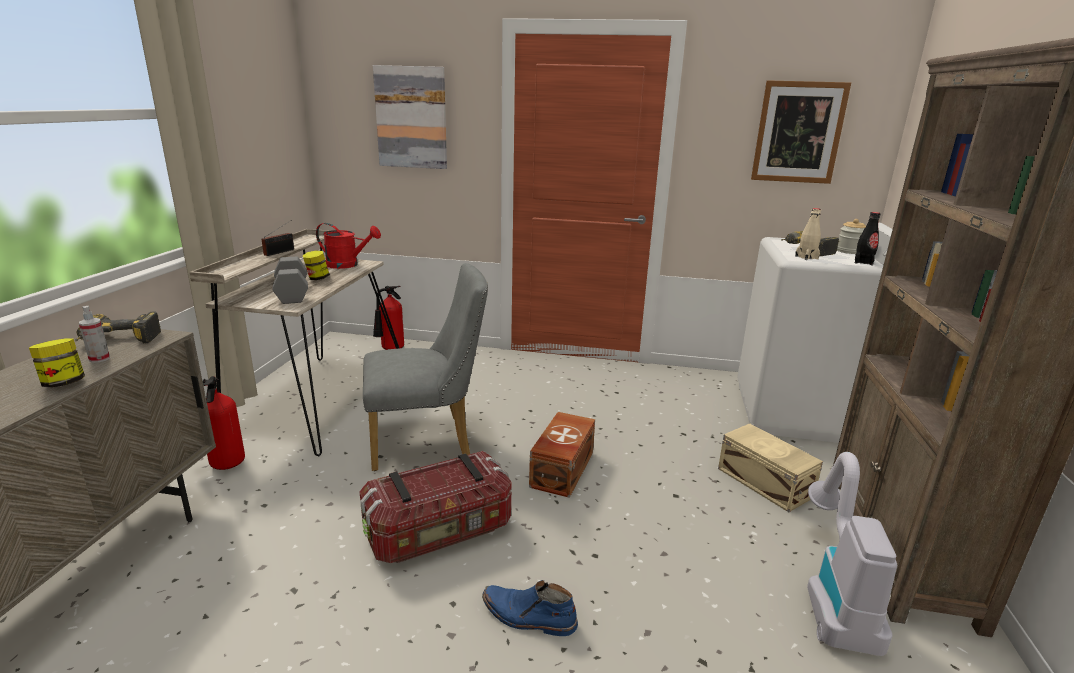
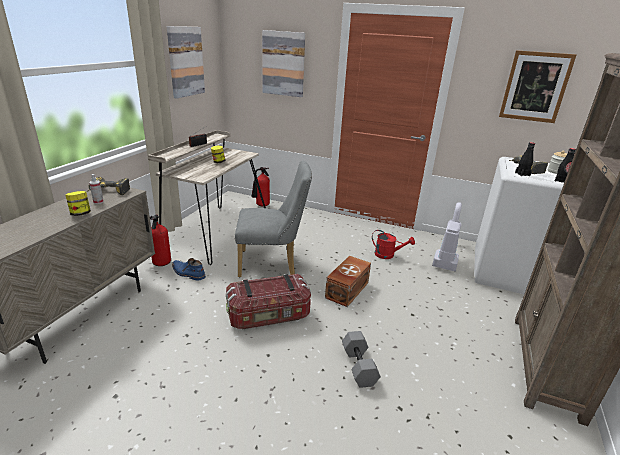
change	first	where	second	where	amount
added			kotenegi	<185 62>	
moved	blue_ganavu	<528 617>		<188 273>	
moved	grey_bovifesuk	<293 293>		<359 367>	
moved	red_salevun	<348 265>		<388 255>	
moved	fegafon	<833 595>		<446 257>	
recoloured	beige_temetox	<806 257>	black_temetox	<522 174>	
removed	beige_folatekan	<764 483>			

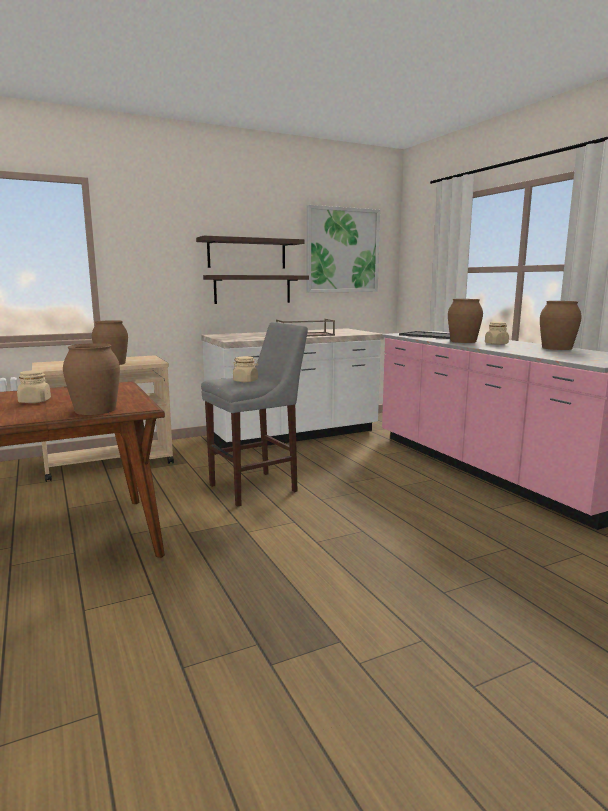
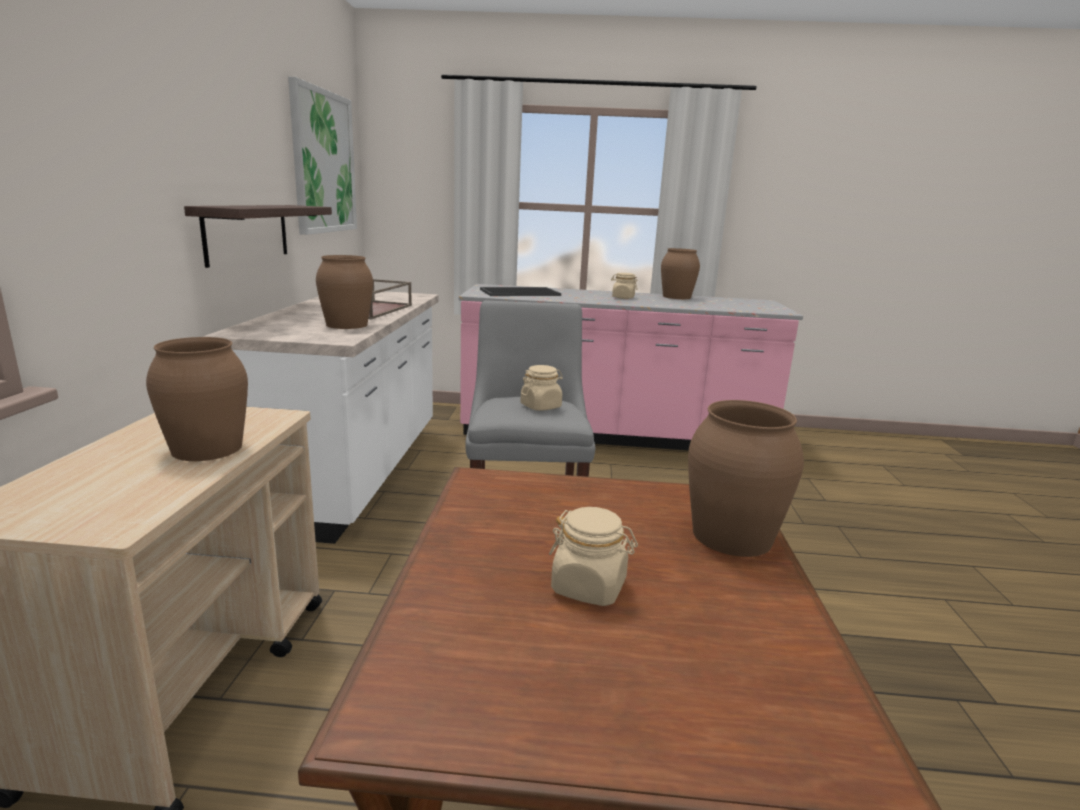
change	first	where	second	where	amount
moved	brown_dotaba	<463 341>		<346 325>	
removed	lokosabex	<247 253>			

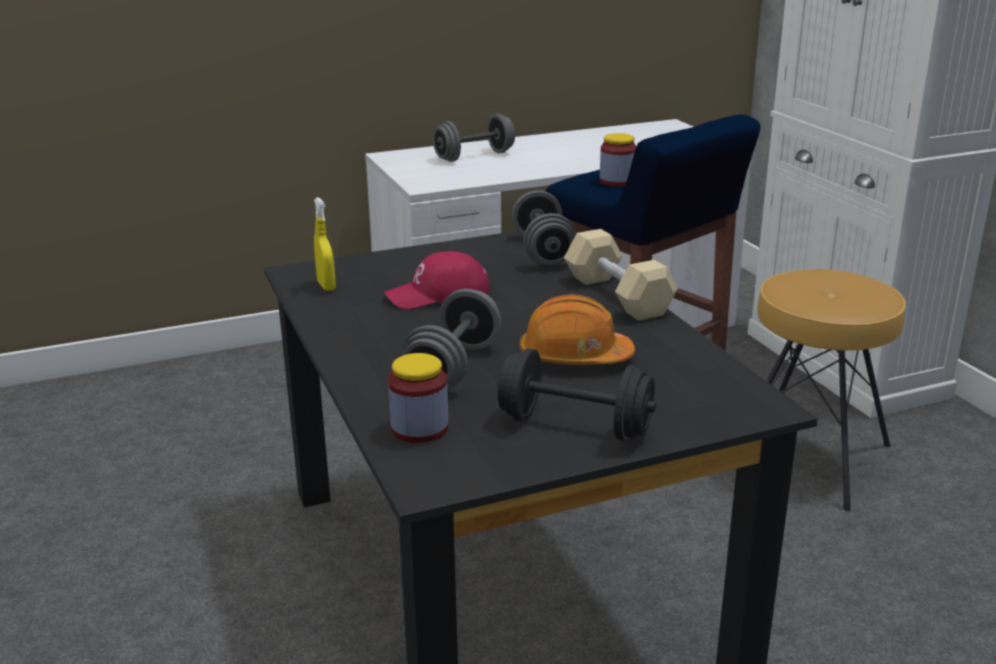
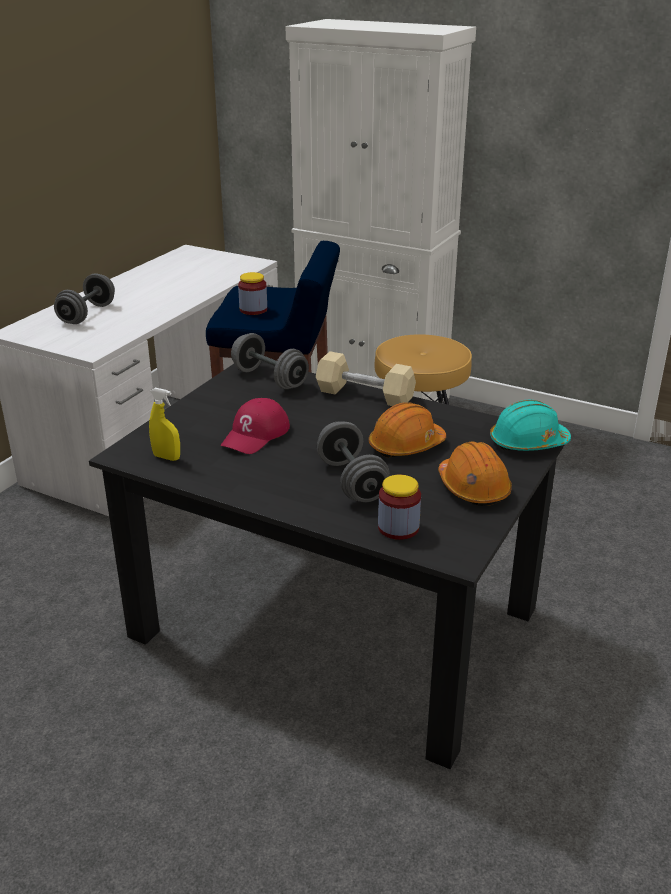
change	first	where	second	where	amount
replaced	black_bovifesuk	<575 426>	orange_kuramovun	<473 488>	
added			turquoise_kuramovun	<528 443>	

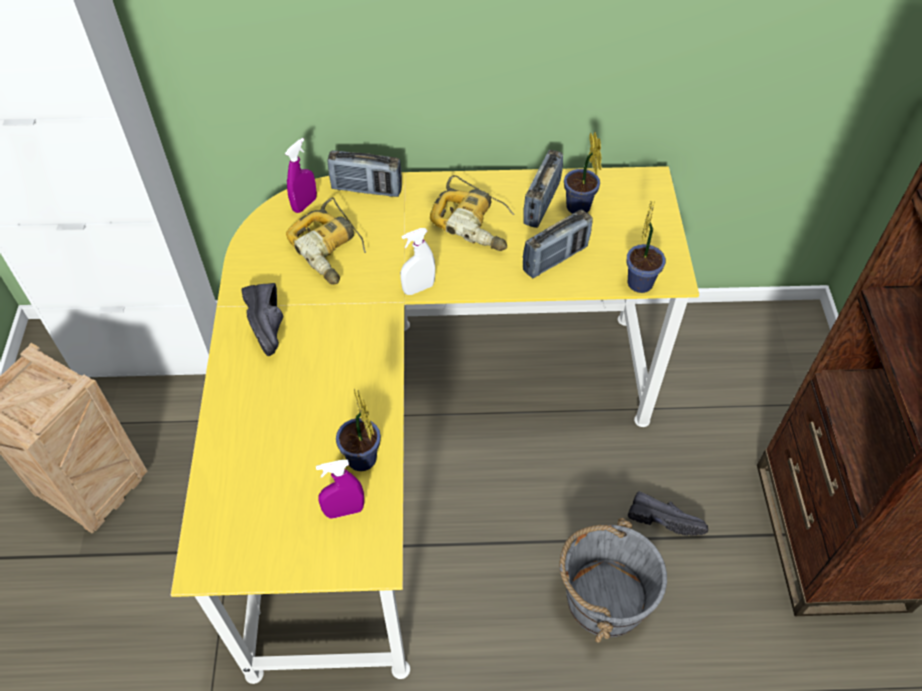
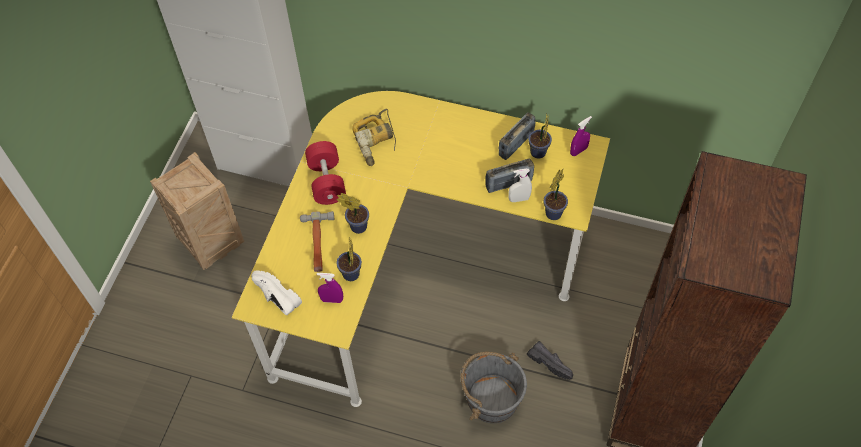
change	first	where	second	where	amount
added			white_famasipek	<274 298>	
added			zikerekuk	<318 244>	
replaced	black_famasipek	<271 325>	red_bovifesuk	<327 181>	
added			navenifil	<356 226>	
moved	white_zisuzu	<418 288>		<519 199>	
moved	purple_zisuzu	<305 204>		<578 151>	
removed	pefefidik	<366 189>			
removed	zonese	<475 222>			

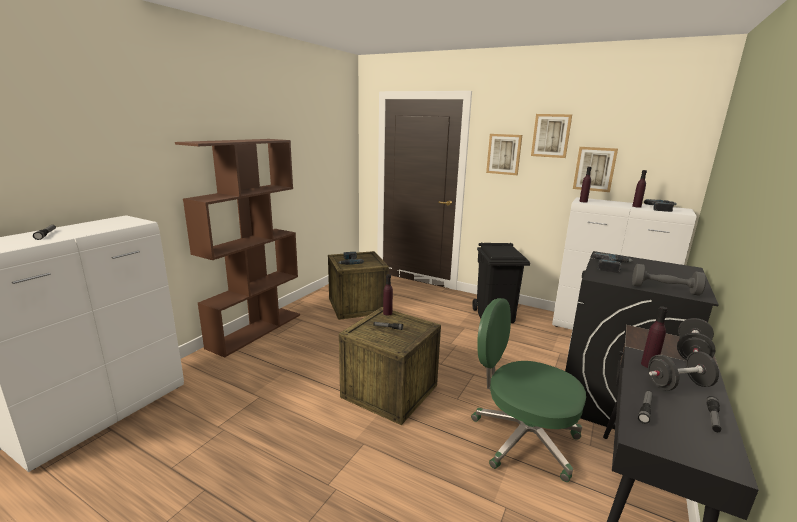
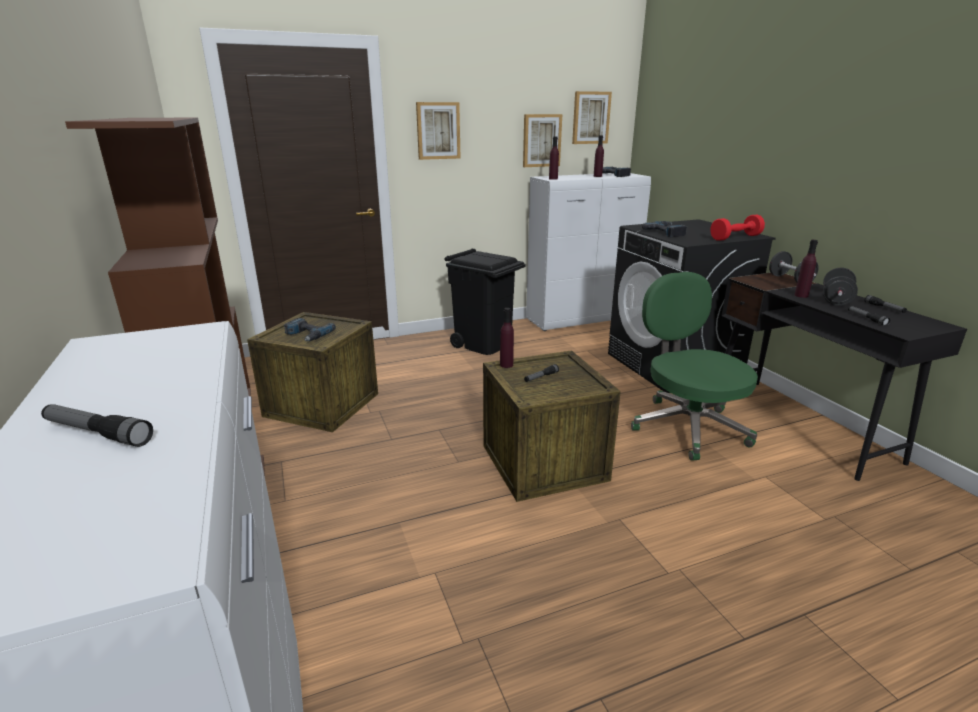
change	first	where	second	where	amount
moved	kotenegi	<551 135>		<590 118>	
turned	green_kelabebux	<522 438>		<687 427>	90 degrees clockwise
recoloured	grey_bovifesuk	<664 289>	red_bovifesuk	<735 238>	

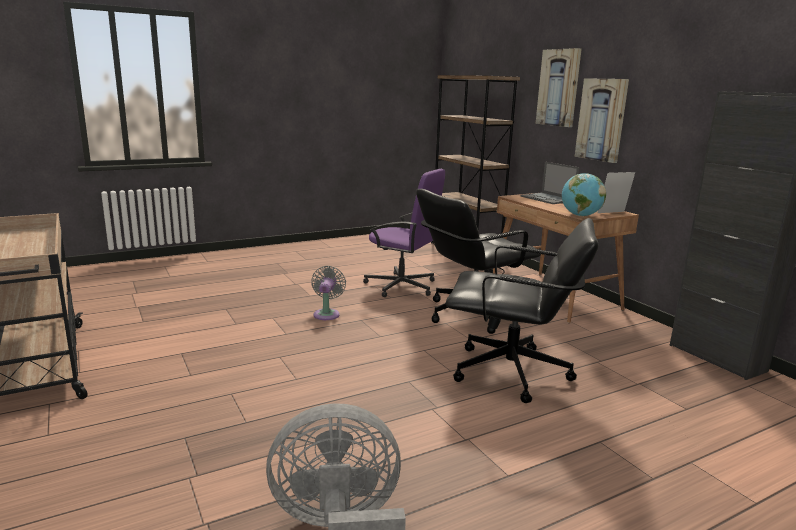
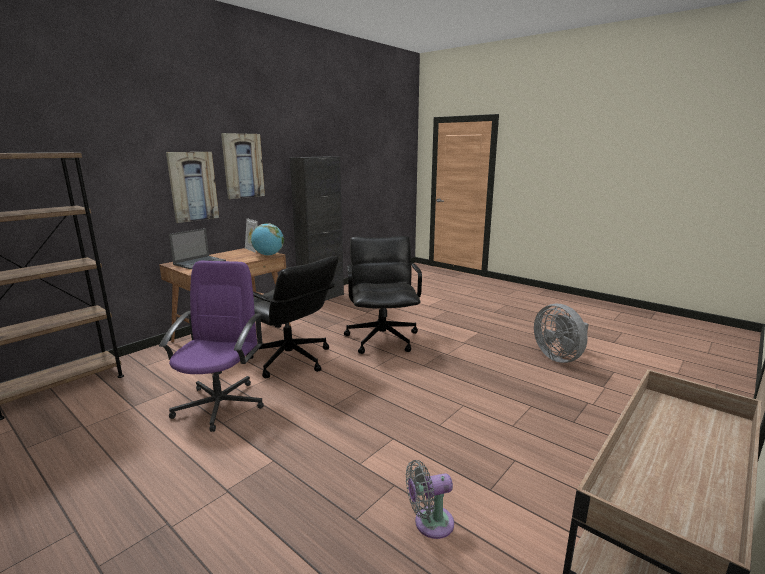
change	first	where	second	where	amount
moved	kotenegi	<559 88>		<243 166>	
moved	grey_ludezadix	<327 314>		<430 523>	

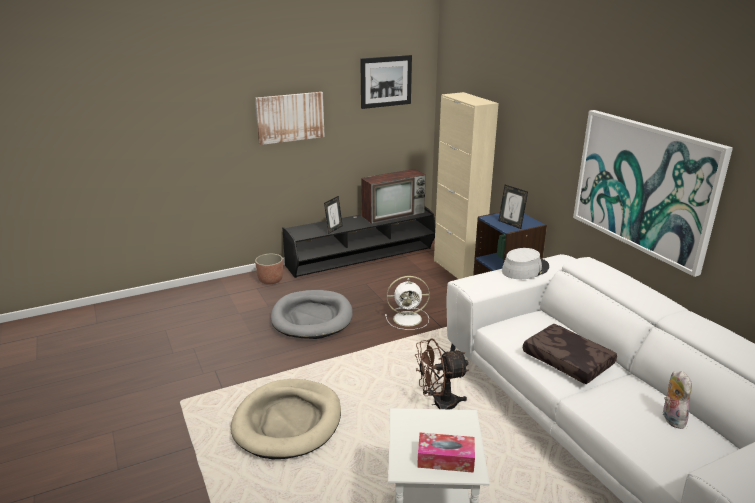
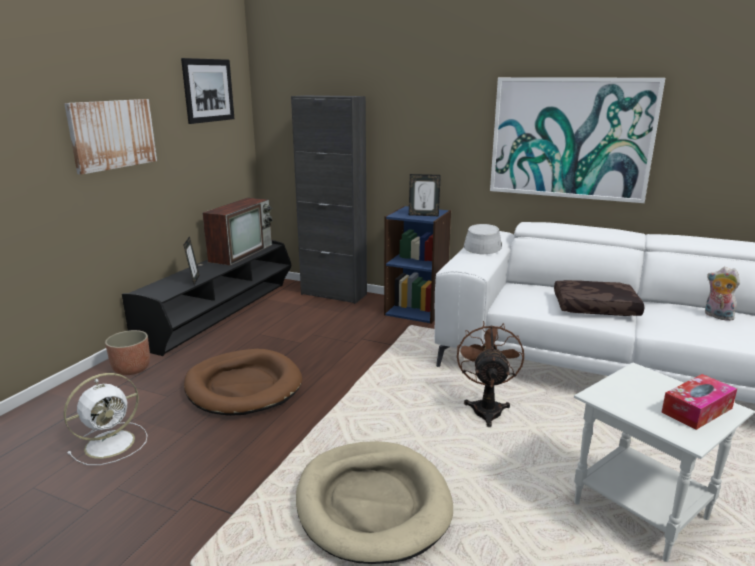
change	first	where	second	where	amount
moved	white_ludezadix	<408 319>		<112 443>	
recoloured	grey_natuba	<312 317>	brown_natuba	<243 386>	
recoloured	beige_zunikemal	<458 269>	black_zunikemal	<334 294>	
turned	brown_ludezadix	<438 404>		<486 408>	150 degrees clockwise

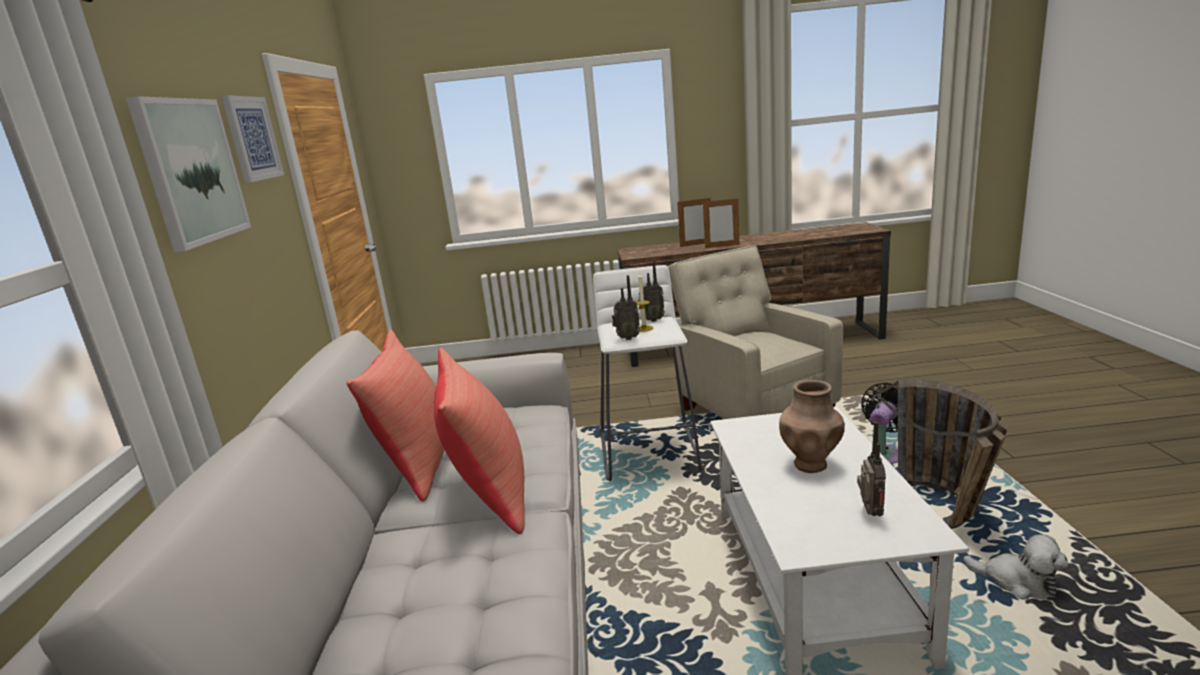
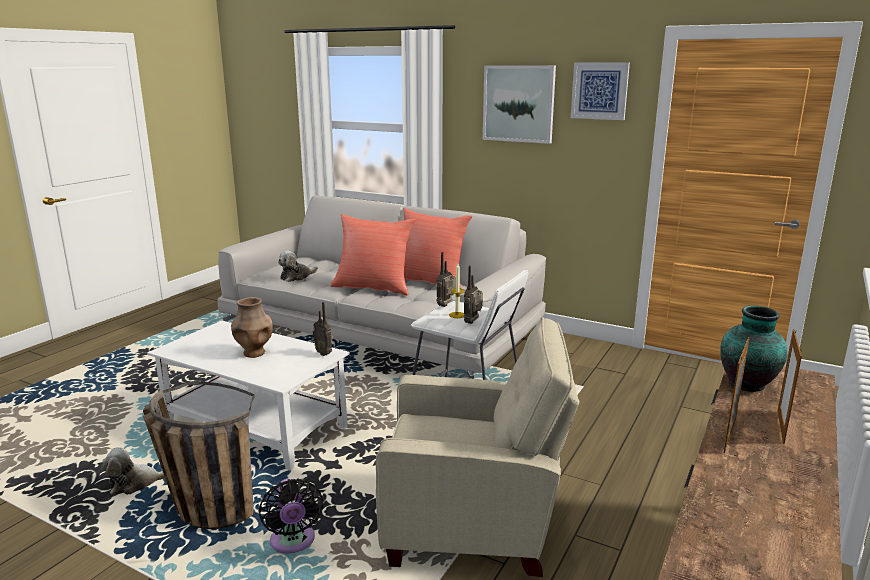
change	first	where	second	where	amount
added			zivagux	<296 277>	
moved	pefefidik	<869 514>		<324 353>	
added			dotaba	<748 385>	

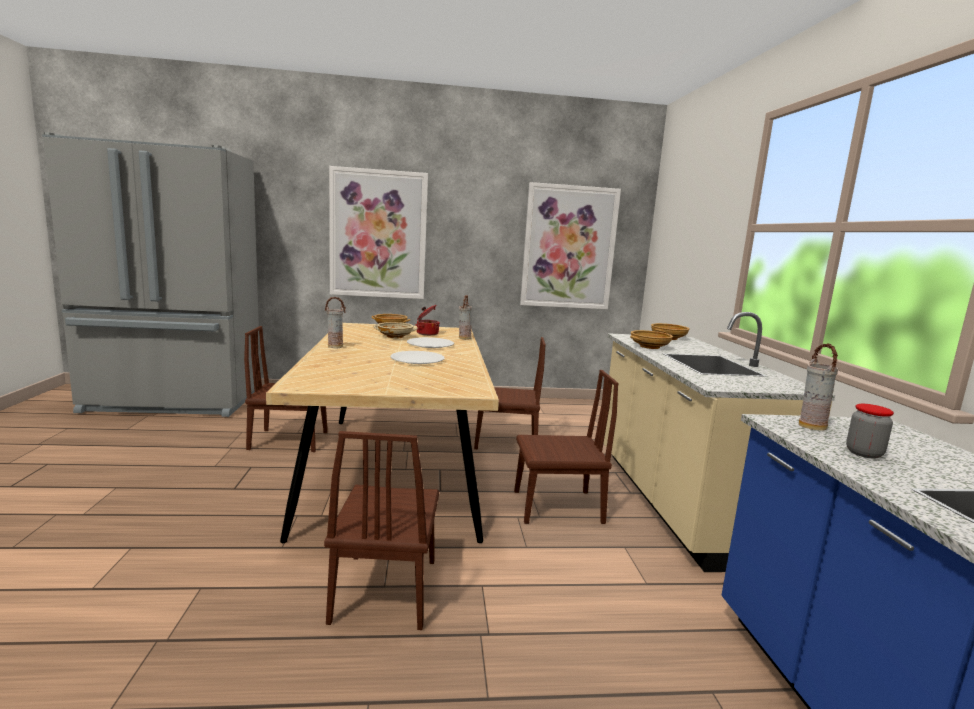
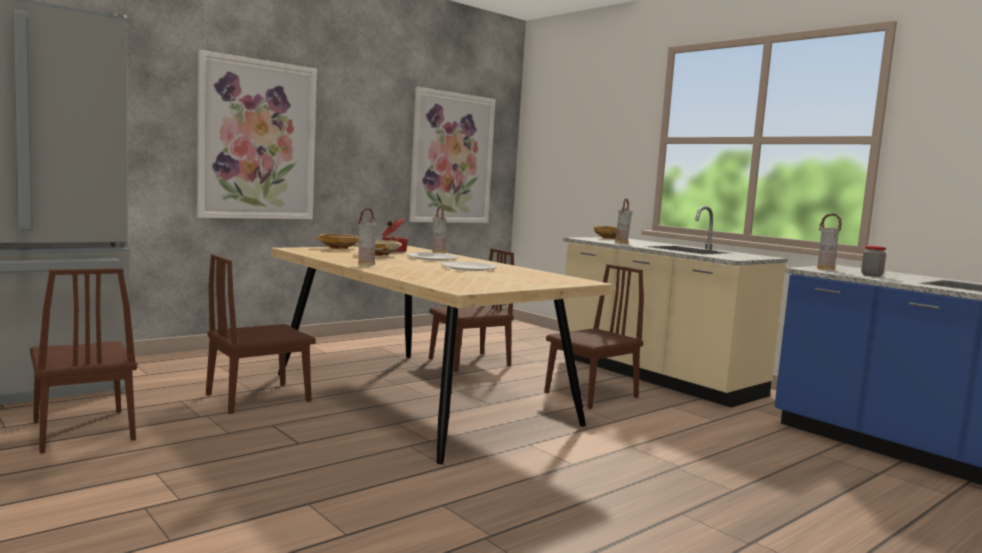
change	first	where	second	where	amount
moved	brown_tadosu	<385 589>		<83 430>	
replaced	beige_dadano	<649 347>	dotaba	<622 243>	

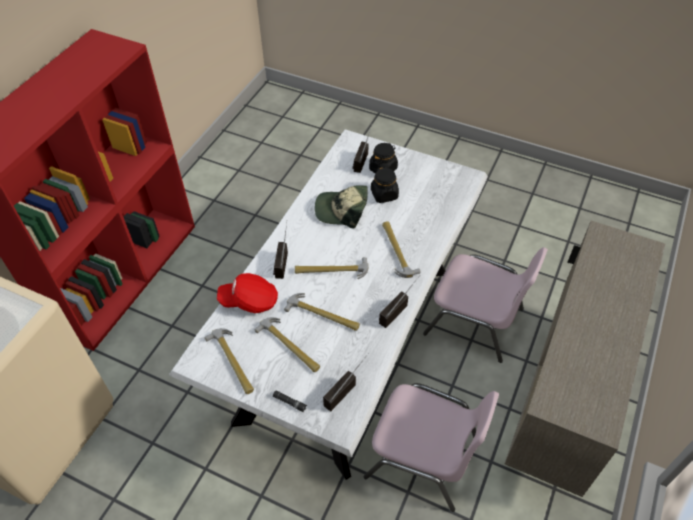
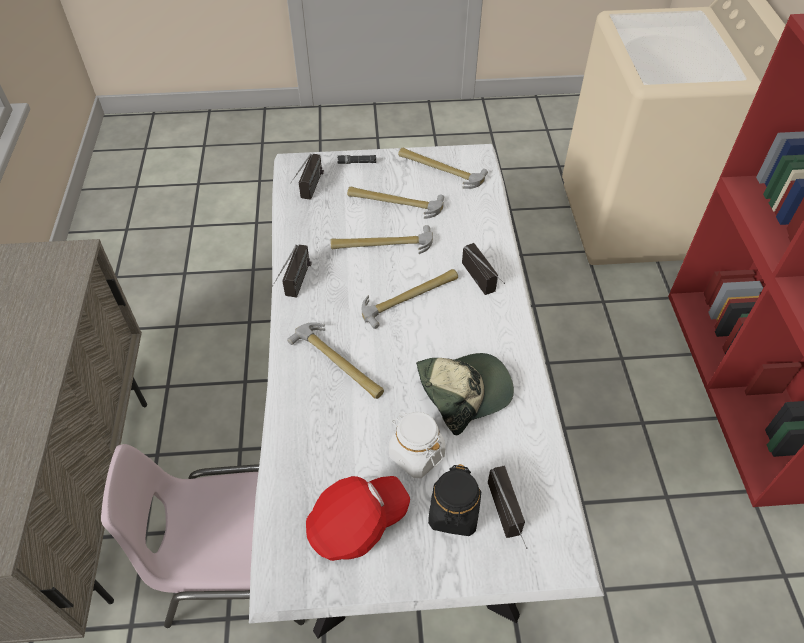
change	first	where	second	where	amount
moved	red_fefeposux	<249 301>		<357 524>	
recoloured	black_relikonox	<384 195>	white_relikonox	<416 455>	
removed	pink_tadosu	<424 457>			

